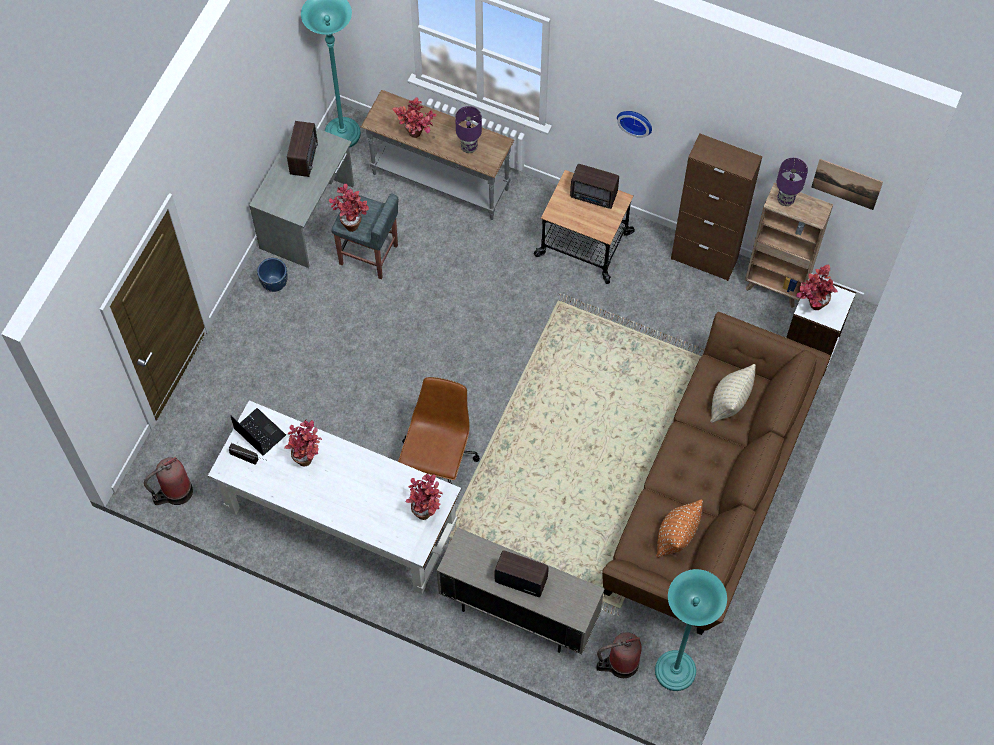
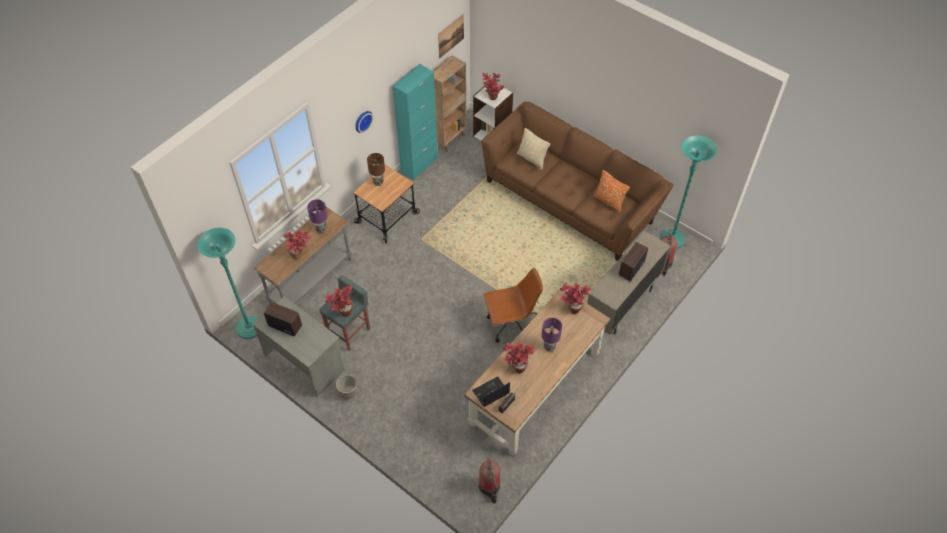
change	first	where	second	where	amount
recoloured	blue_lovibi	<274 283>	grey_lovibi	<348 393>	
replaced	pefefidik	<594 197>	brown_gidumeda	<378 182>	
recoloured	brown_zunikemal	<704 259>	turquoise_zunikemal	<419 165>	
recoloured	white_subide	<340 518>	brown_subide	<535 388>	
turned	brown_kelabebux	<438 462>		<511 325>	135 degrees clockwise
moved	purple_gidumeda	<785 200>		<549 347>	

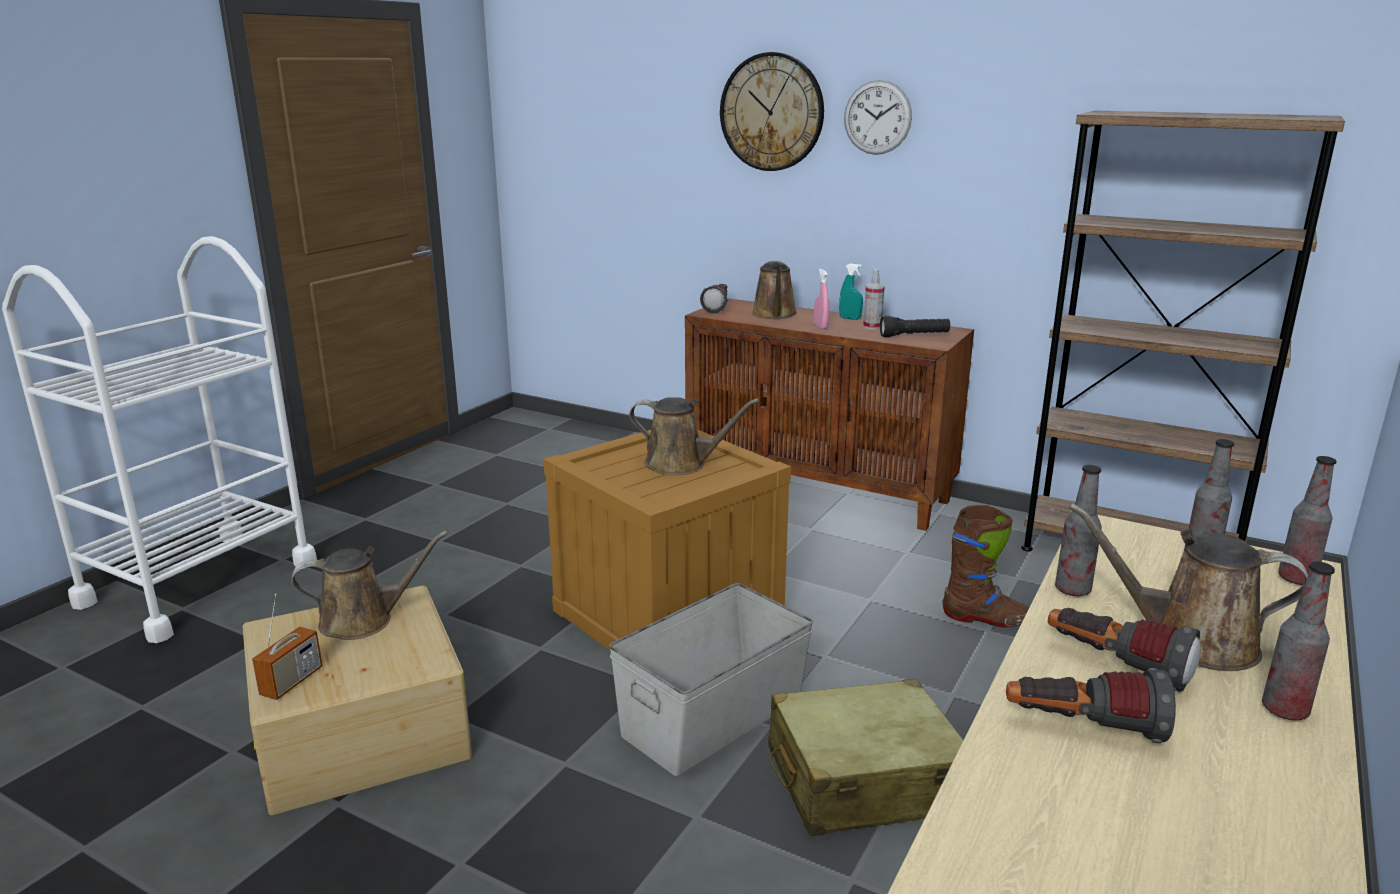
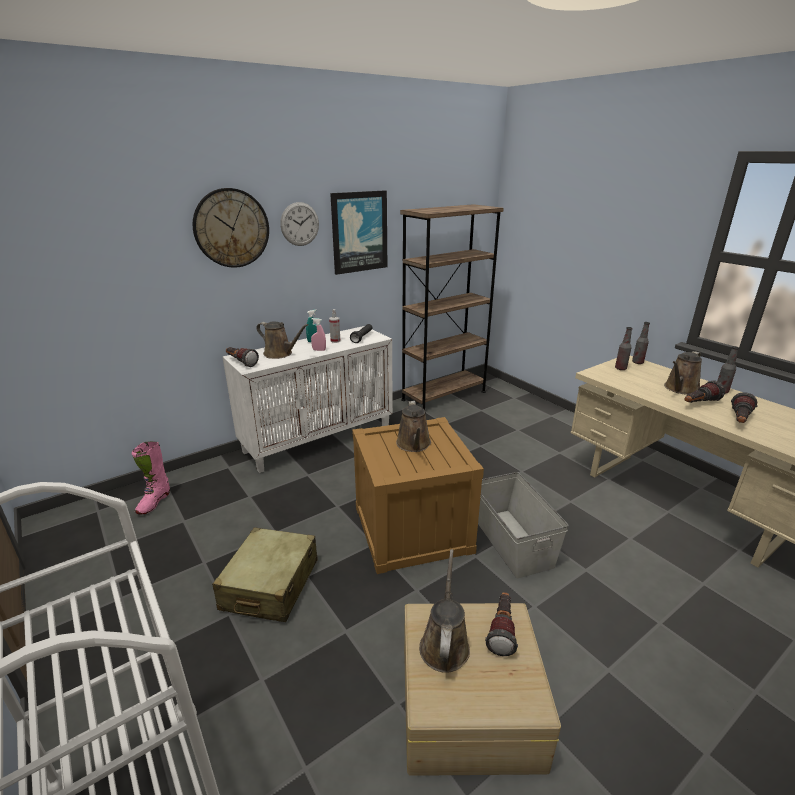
change	first	where	second	where	amount
added			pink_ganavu	<154 502>	
moved	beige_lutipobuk	<863 781>		<270 585>	
recoloured	brown_zunikemal	<819 489>	white_zunikemal	<319 438>	
added			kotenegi	<359 232>	
turned	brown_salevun	<681 464>		<414 445>	135 degrees clockwise
added			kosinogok	<501 630>	
removed	pefefidik	<291 682>			
removed	brown_ganavu	<986 619>			
removed	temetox	<1072 590>			

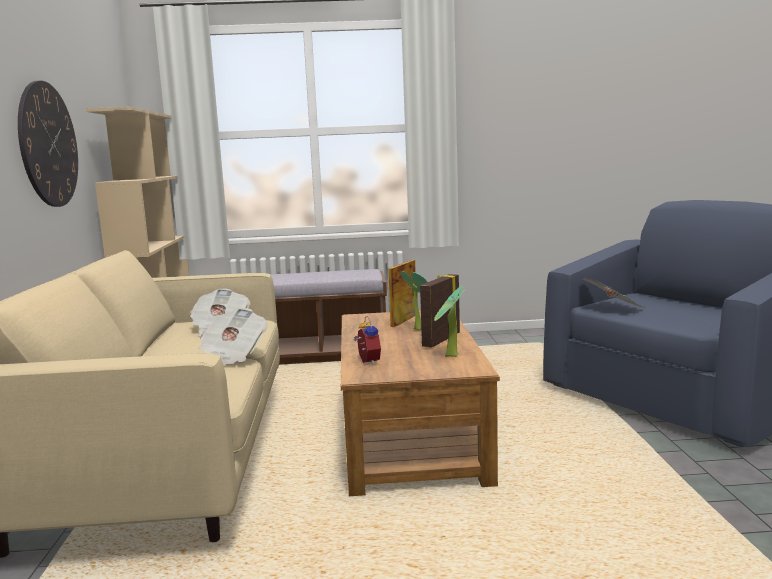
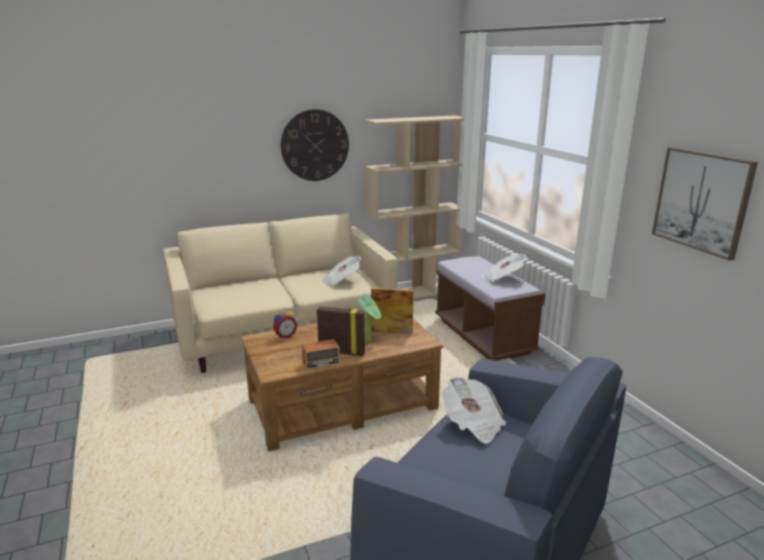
change	first	where	second	where	amount
replaced	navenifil	<450 356>	pefefidik	<300 360>	
moved	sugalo	<231 357>		<502 277>	
added			kotenegi	<702 201>	

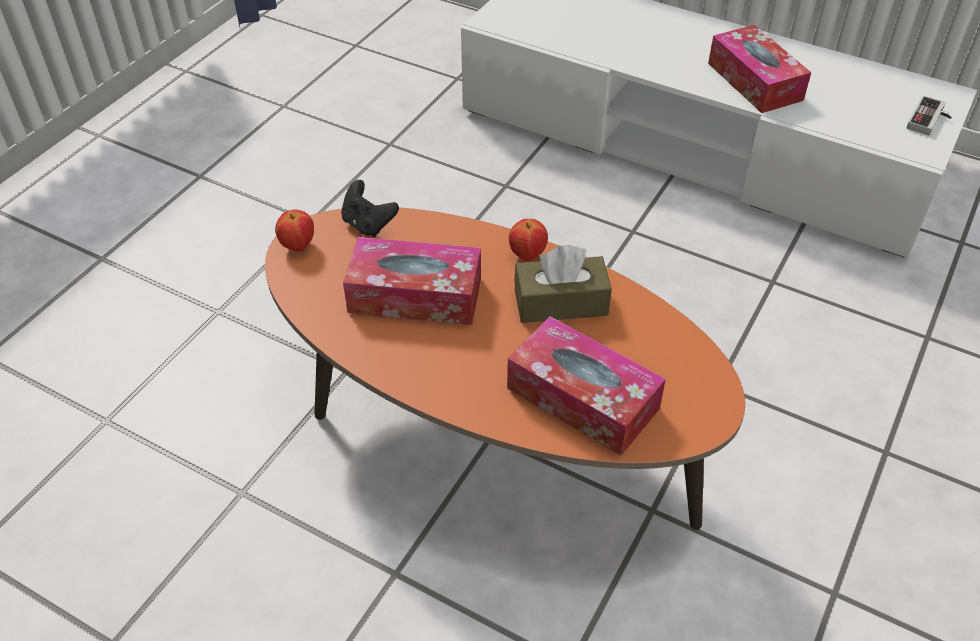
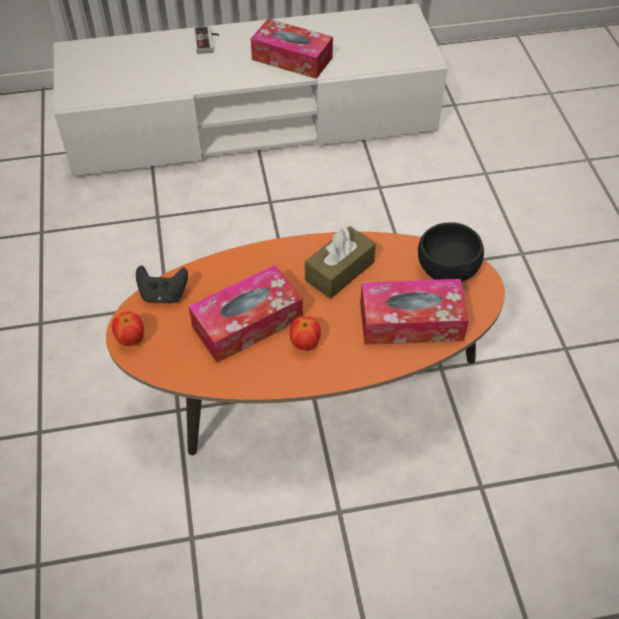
change	first	where	second	where	amount
moved	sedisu	<930 120>		<208 42>	
moved	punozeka	<527 255>		<305 344>	
added			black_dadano	<448 267>	

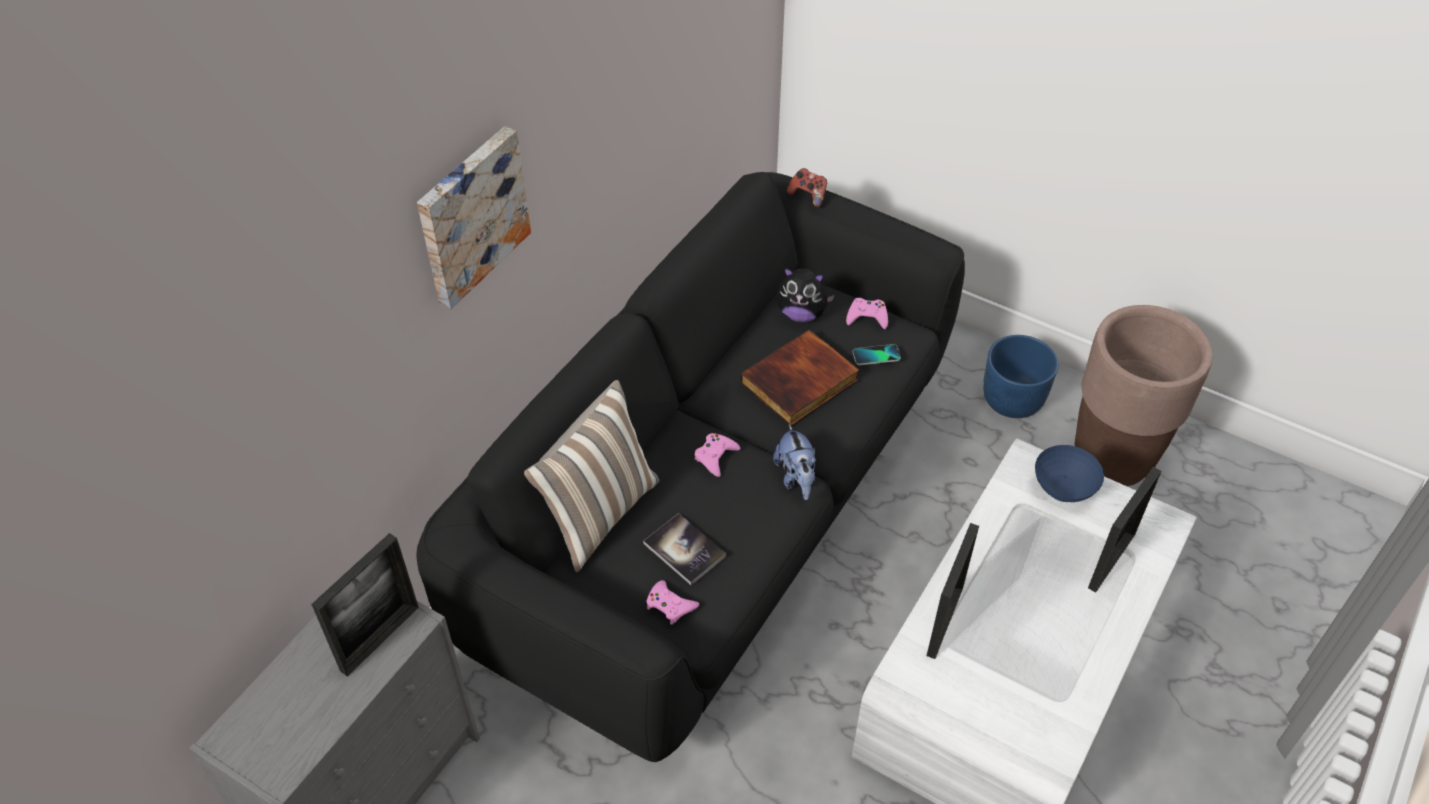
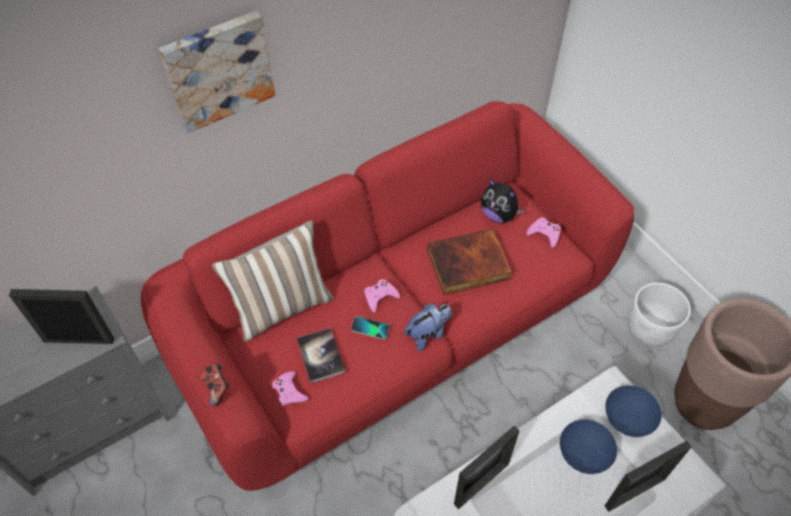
change	first	where	second	where	amount
turned	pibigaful	<380 638>		<79 340>	150 degrees counterclockwise
recoloured	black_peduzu	<714 513>	red_peduzu	<395 329>	
moved	sedisu	<808 196>		<217 388>	
moved	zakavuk	<876 355>		<370 328>	
turned	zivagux	<796 478>		<428 334>	135 degrees counterclockwise
added			blue_dadano	<581 456>	
recoloured	blue_lovibi	<1013 399>	white_lovibi	<650 329>	

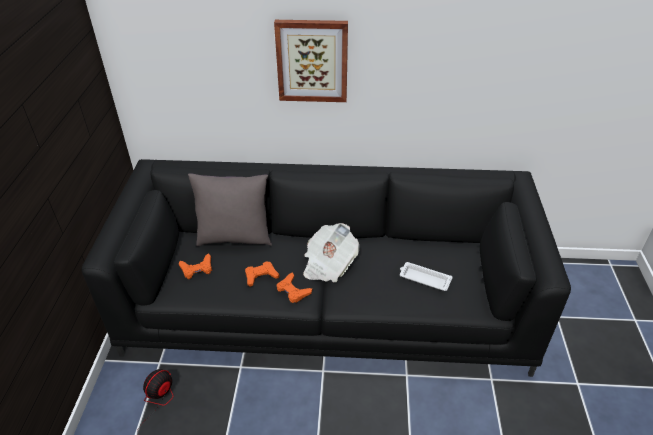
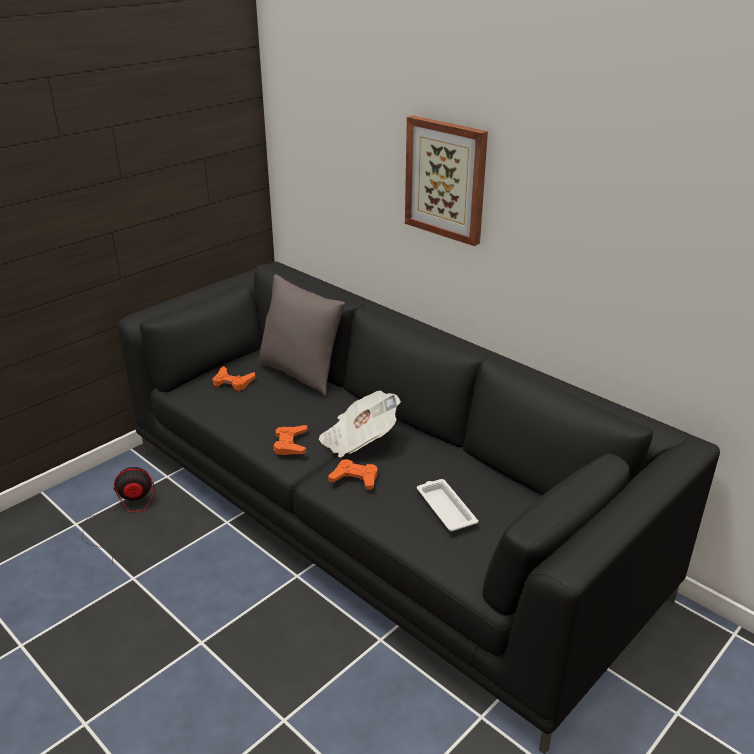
change	first	where	second	where	amount
moved	orange_sedisu	<261 276>		<355 478>	

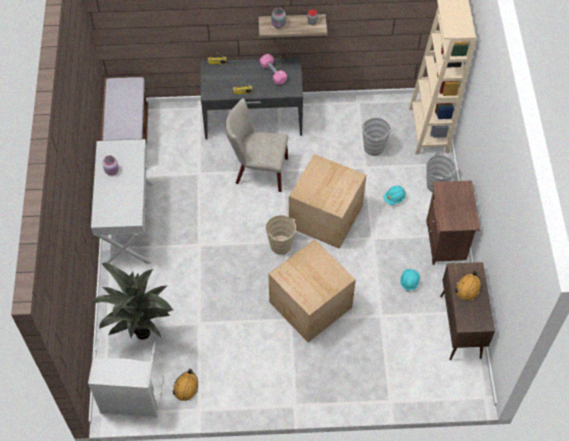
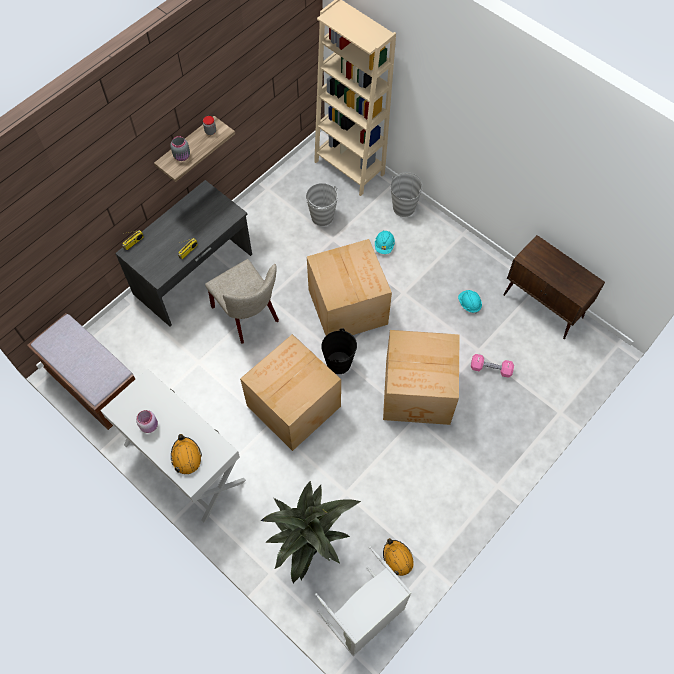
change	first	where	second	where	amount
moved	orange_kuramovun	<468 288>		<186 457>	
turned	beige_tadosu	<257 171>		<248 316>	90 degrees counterclockwise
added			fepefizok	<292 406>	
recoloured	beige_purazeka	<281 245>	black_purazeka	<339 363>	
moved	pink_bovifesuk	<273 73>		<491 369>	
removed	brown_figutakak	<446 242>			

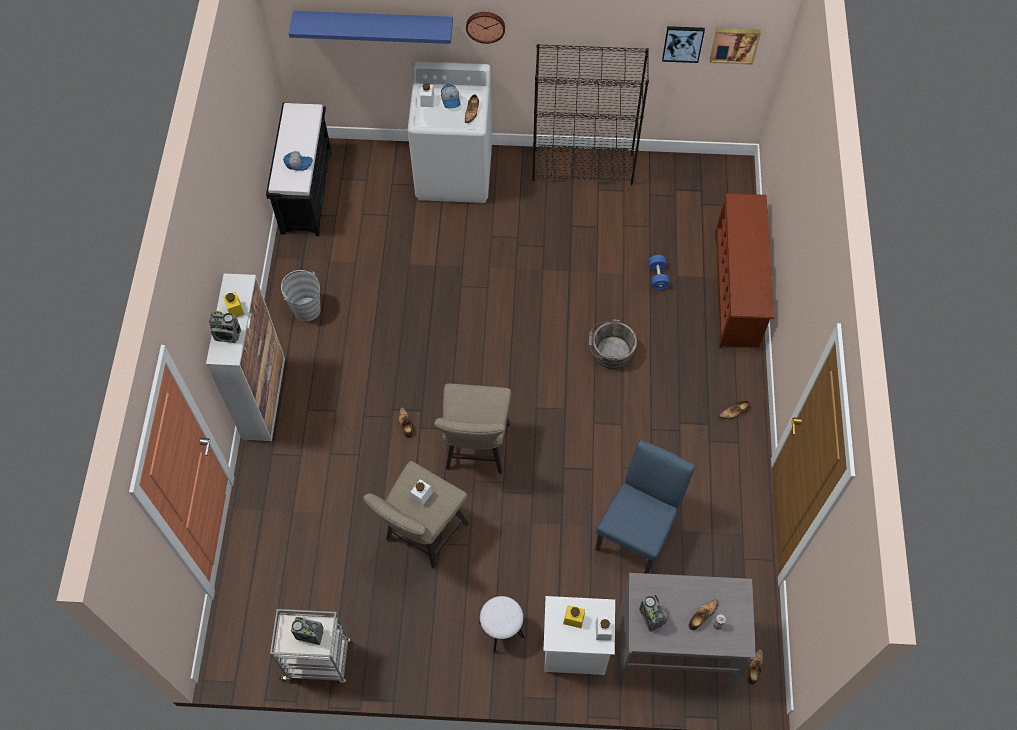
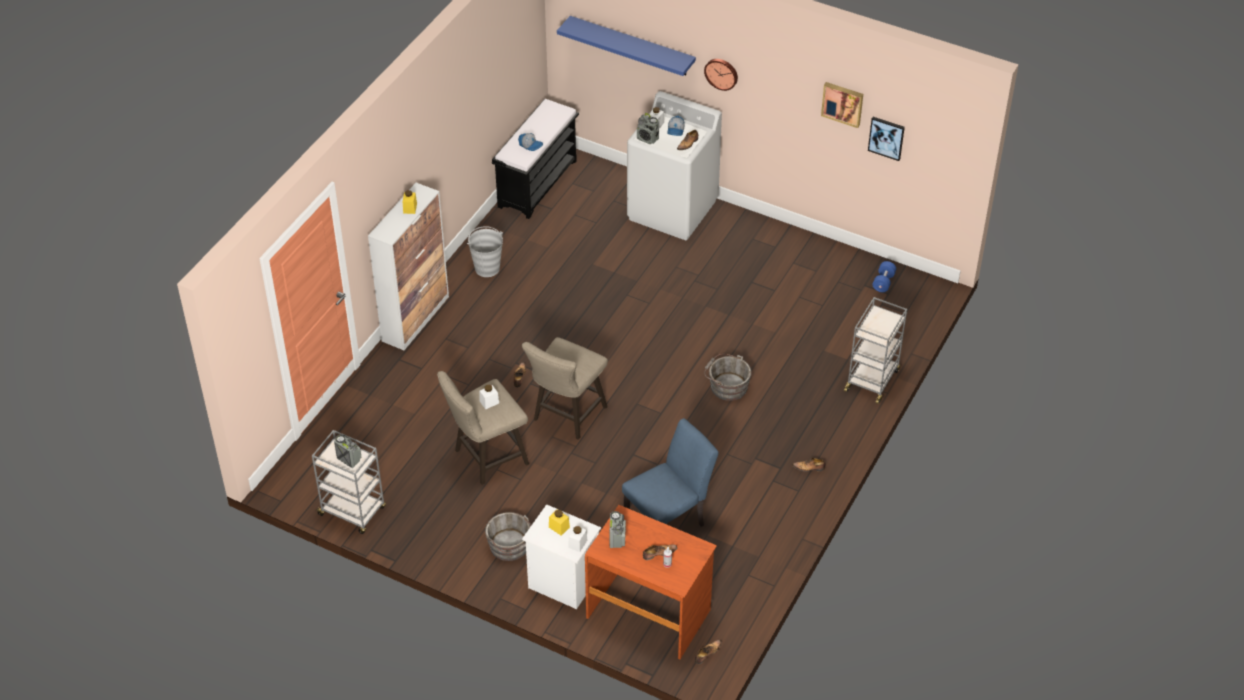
change	first	where	second	where	amount
replaced	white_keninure	<501 630>	grey_purazeka	<510 547>	
recoloured	grey_subide	<675 646>	brown_subide	<649 613>	
moved	pefefidik	<228 335>		<648 139>	
moved	kotenegi	<734 44>		<843 103>	
replaced	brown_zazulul	<737 290>	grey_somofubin	<872 379>	
moved	blue_bovifesuk	<657 277>		<883 282>	
removed	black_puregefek	<583 167>			

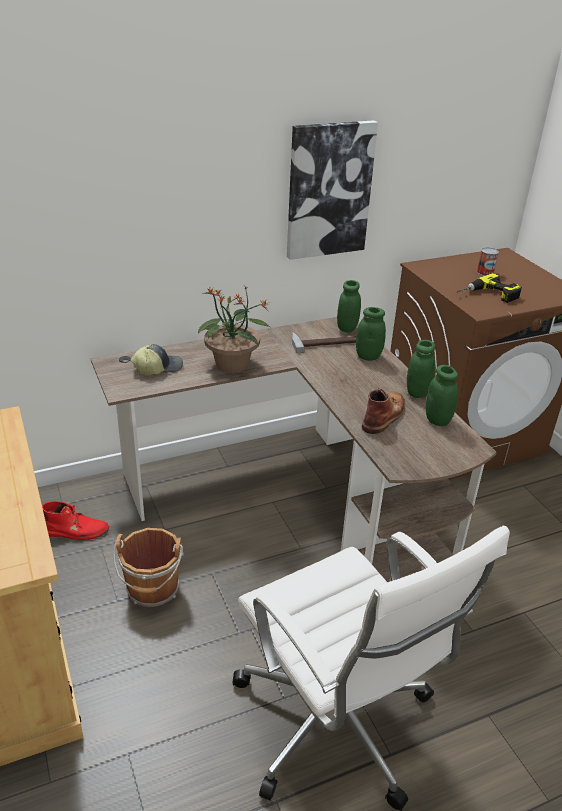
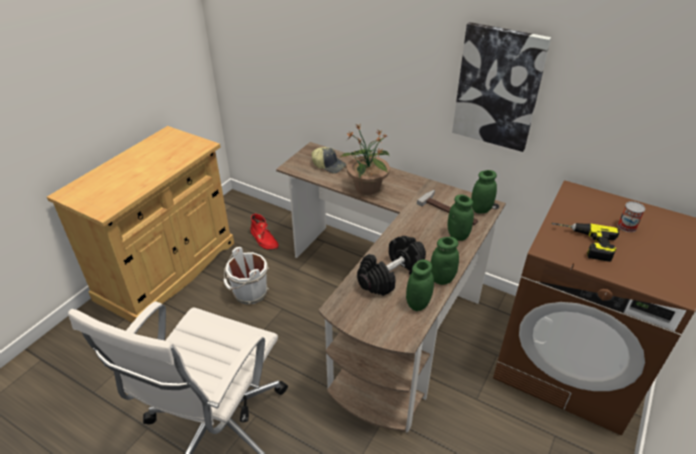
change	first	where	second	where	amount
recoloured	brown_purazeka	<153 591>	white_purazeka	<249 293>	
replaced	brown_ganavu	<384 415>	black_bovifesuk	<391 275>	

